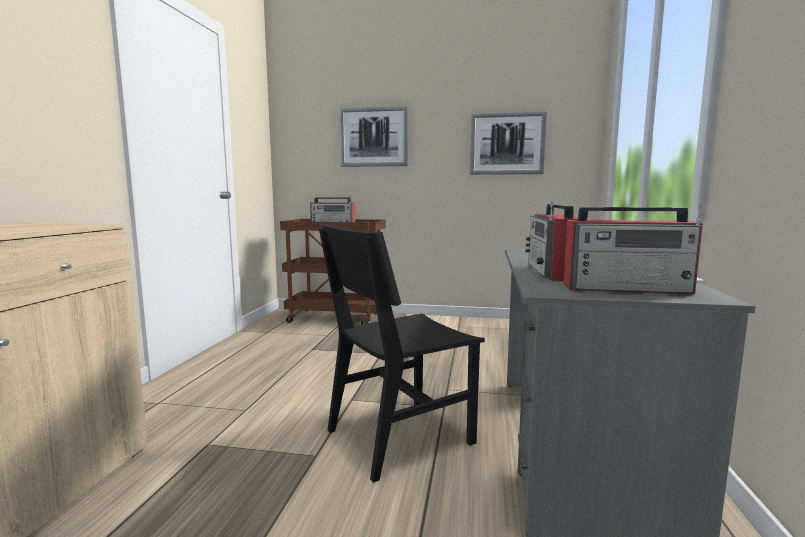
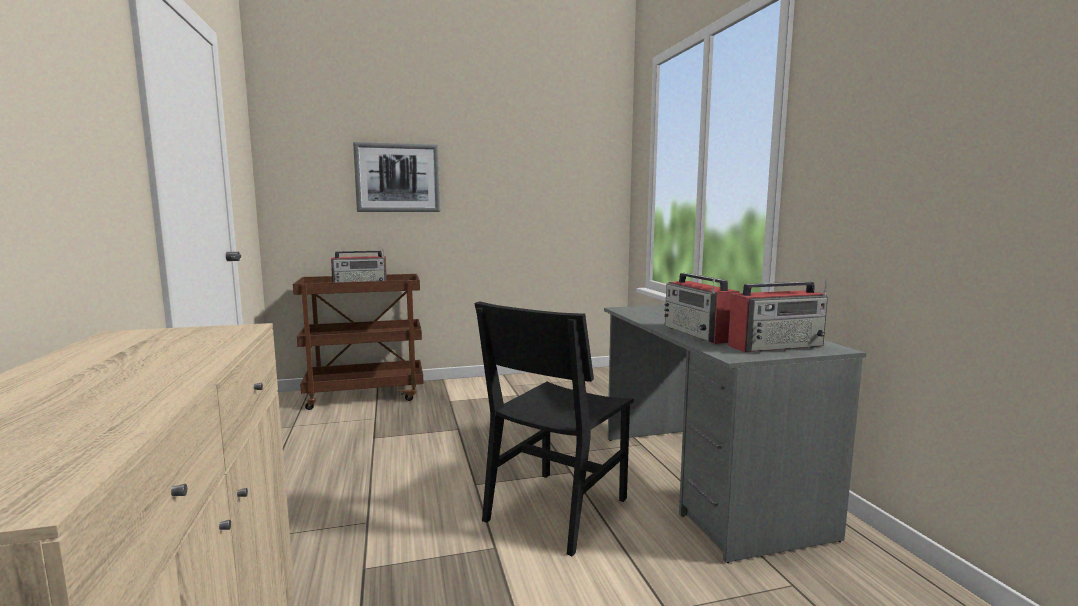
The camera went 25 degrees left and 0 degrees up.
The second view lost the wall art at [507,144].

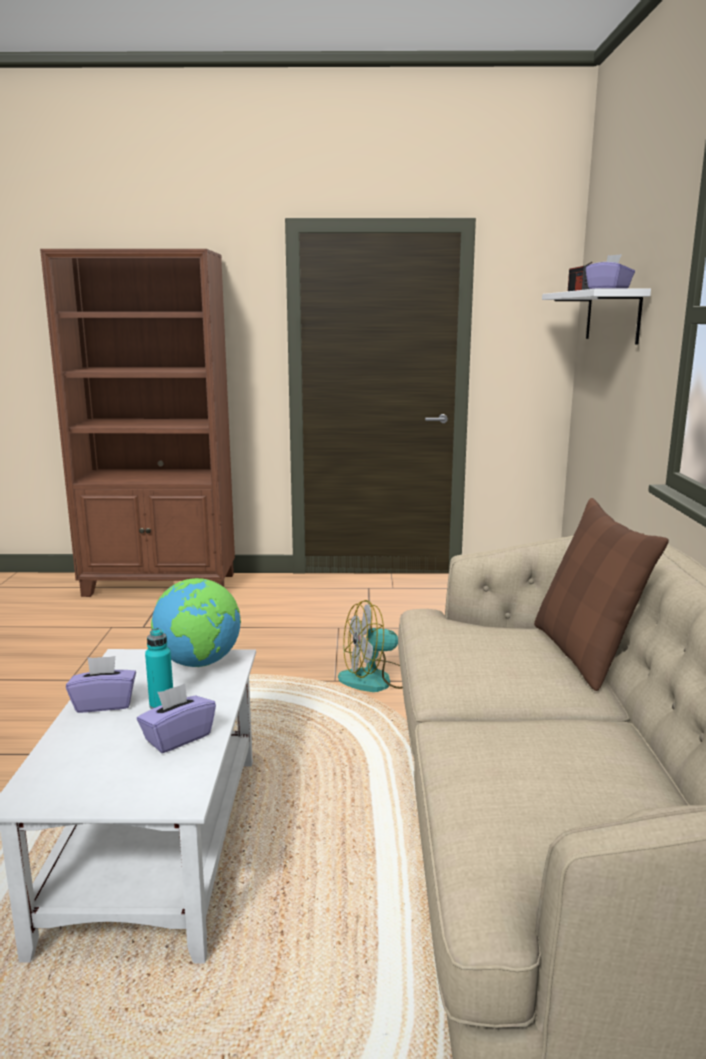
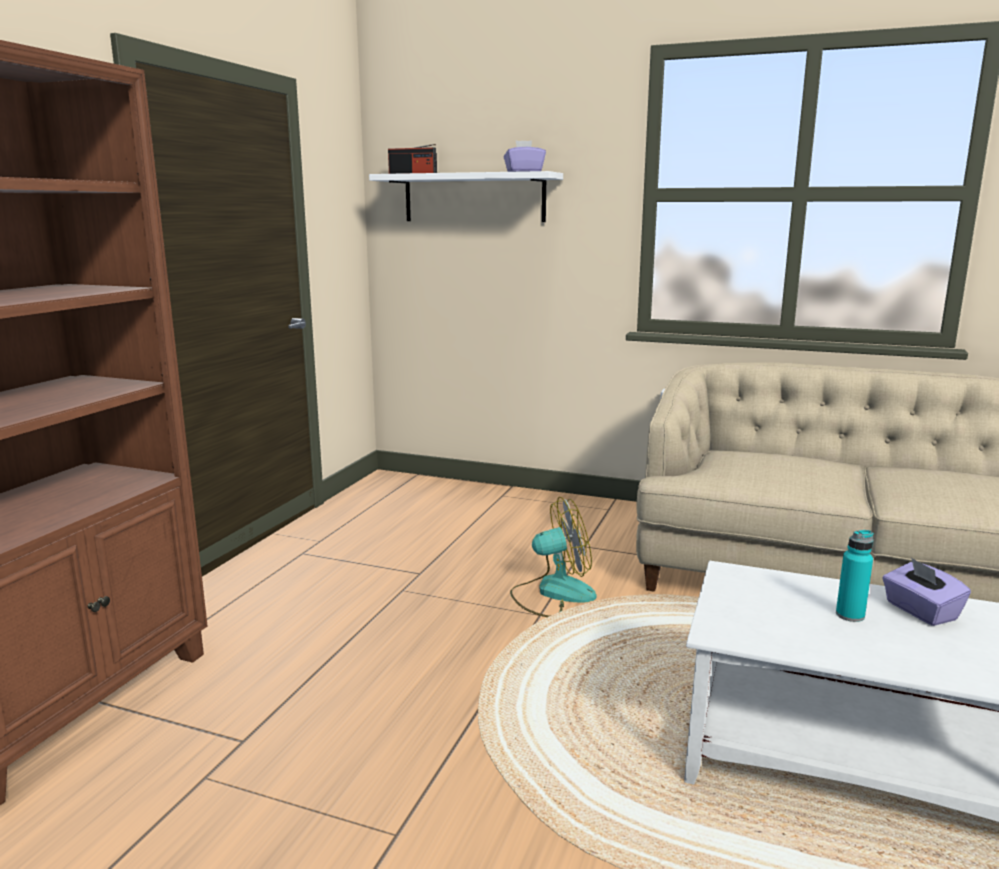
The camera went 70 degrees left and 0 degrees up.
The second view lost the pillow (brownish) at [584,654].
The second view lost the world globe at [199,663].
The electric fan at [377,680] ended up facing another way, 105 degrees counterclockwise from before.
The second view lost the box of tissues (purplish) at [104,703].

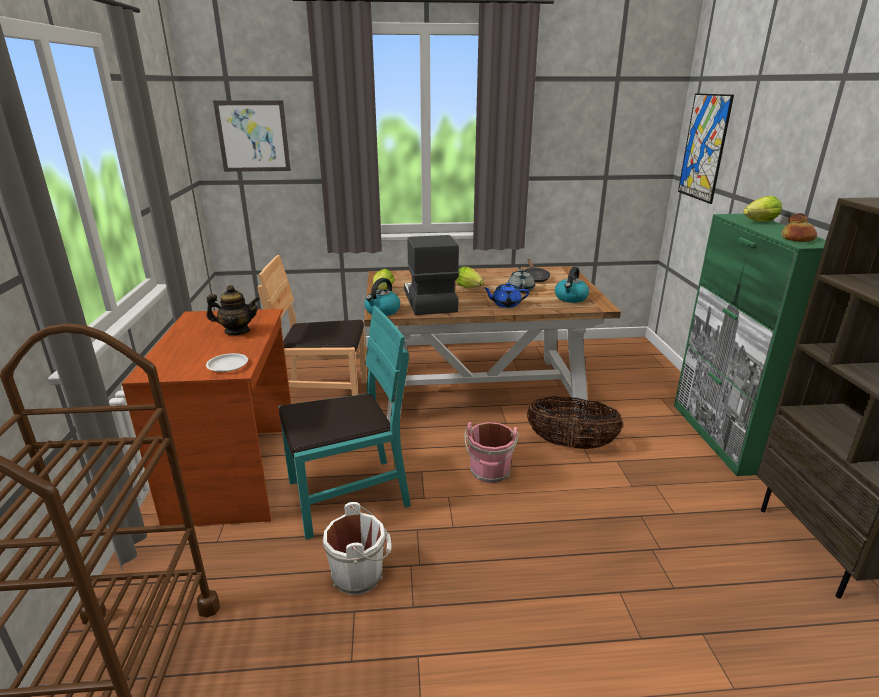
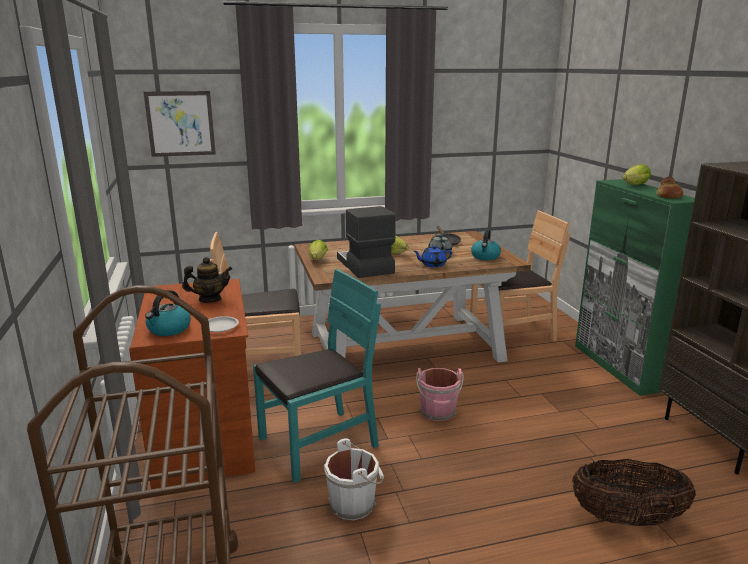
The camera went 10 degrees left and 5 degrees down.
The second view lost the wall art at [704,147].
The water kettle ended up elsewhere, having gone from [382,311] to [169,329].
The storage basket ended up elsewhere, having gone from [571,444] to [627,519].
The second view gained the upright chair (brownish) at [512,333].

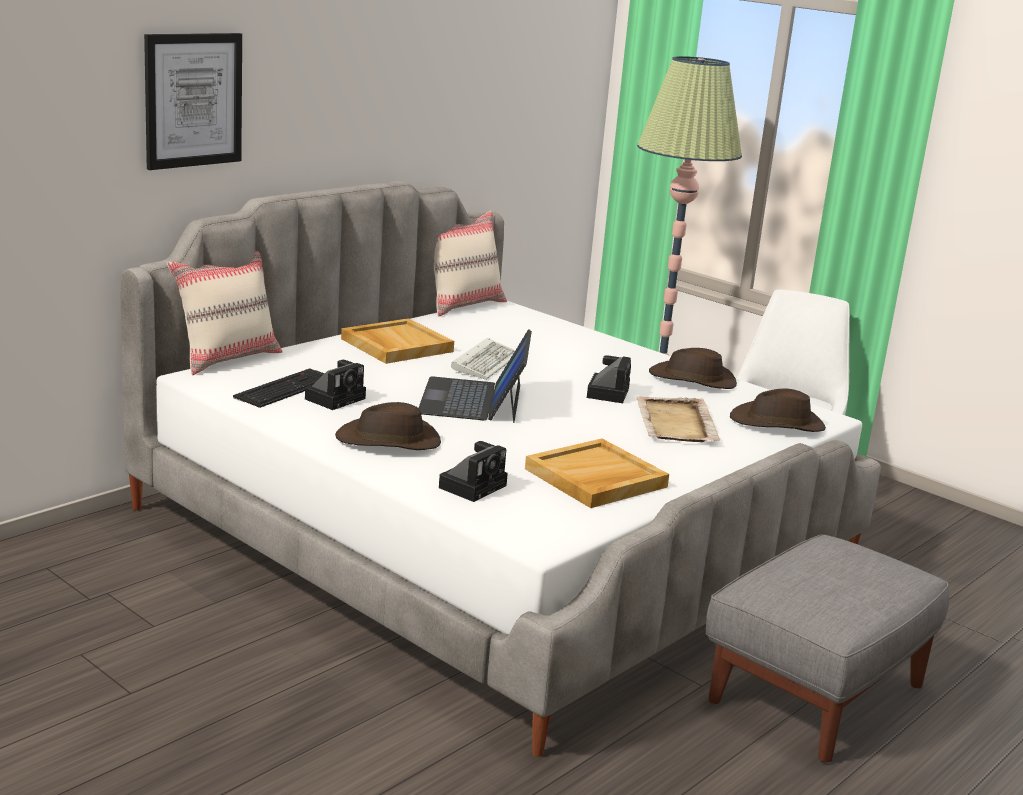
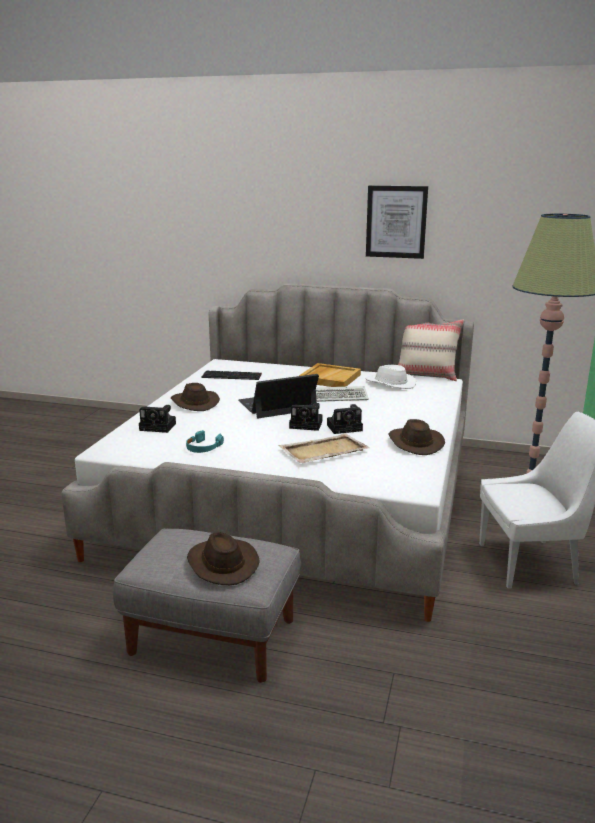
The camera went 65 degrees right and 0 degrees up.
The wall art ended up elsewhere, having gone from [193,100] to [396,222].
The second view lost the pillow (beige) at [227,358].
The photo camera ended up elsewhere, having gone from [336,398] to [307,425].
The wearable hat (brownish) ended up elsewhere, having gone from [778,423] to [221,564].
Where the carrying tray (beige) stood at [595,478], the headset (blue-green) came to stand at [203,447].
The second view gained the wearable hat (whitish) at [390,383].

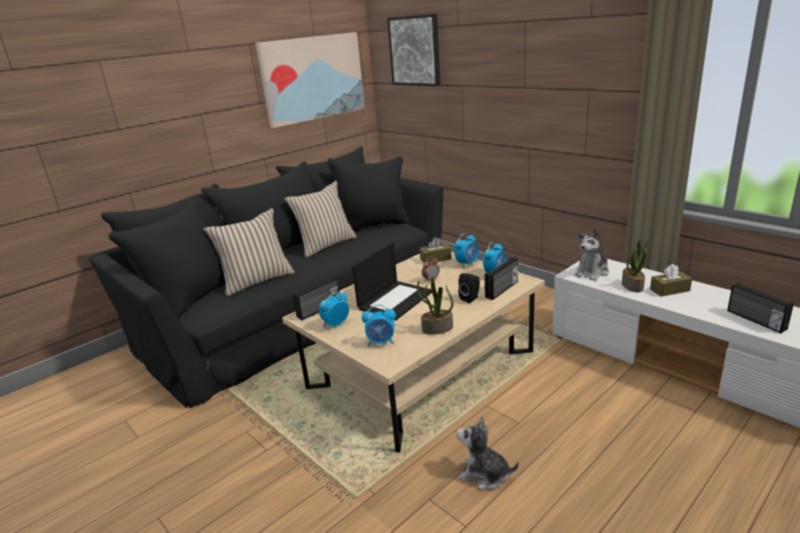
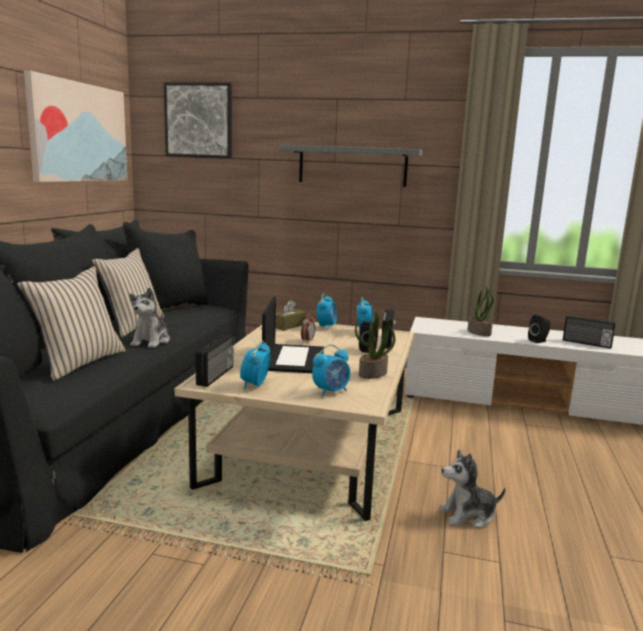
The camera went 35 degrees left and 10 degrees down.
The plush toy ended up elsewhere, having gone from [592,272] to [151,341].
The second view lost the box of tissues (brownish) at [669,290].
The second view gained the wall shelf (grey) at [352,166].
The second view gained the audio speaker (black-coloured) at [539,341].

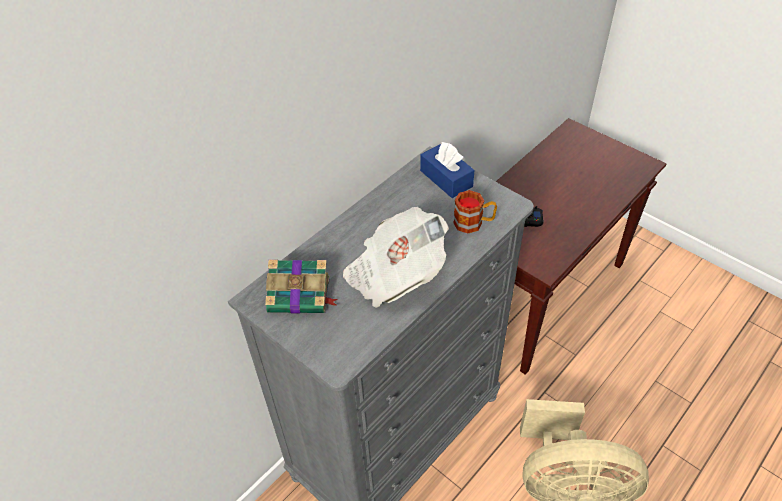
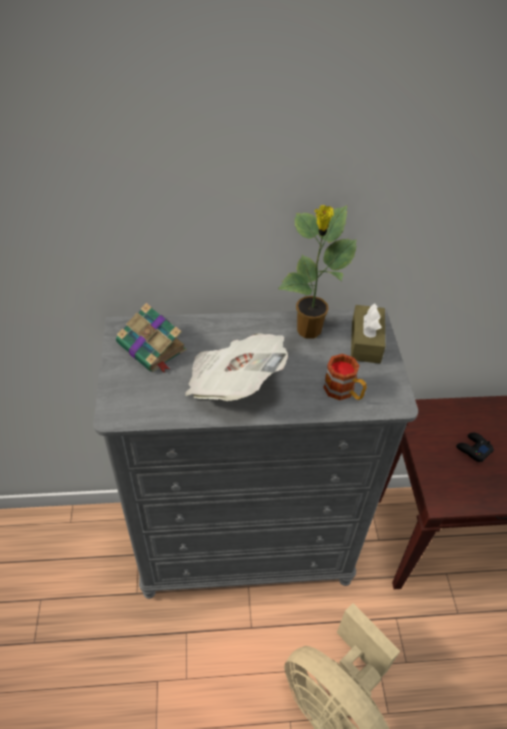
The camera went 40 degrees right and 0 degrees up.
What was the box of tissues (bluish) at [446,178] turned into the box of tissues (brownish) at [365,342].
The second view gained the plant in a pot at [308,331].

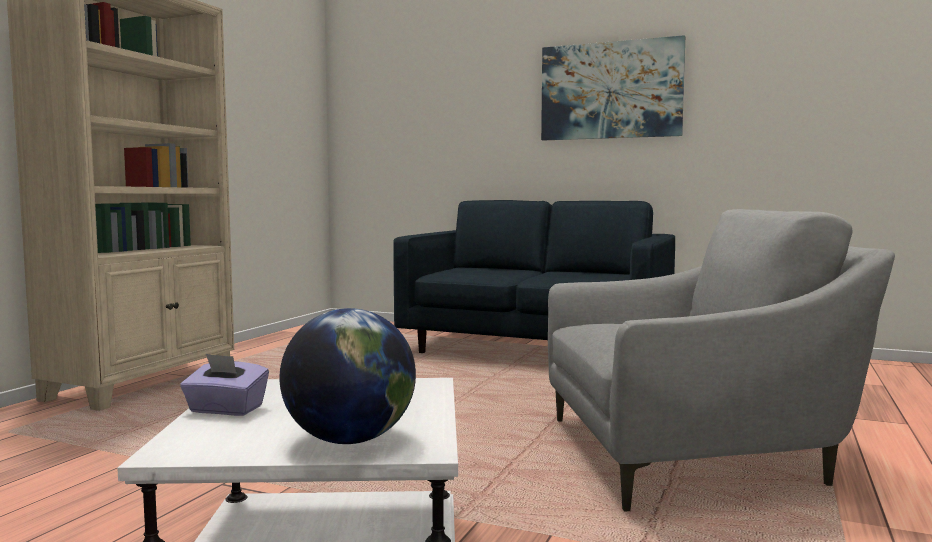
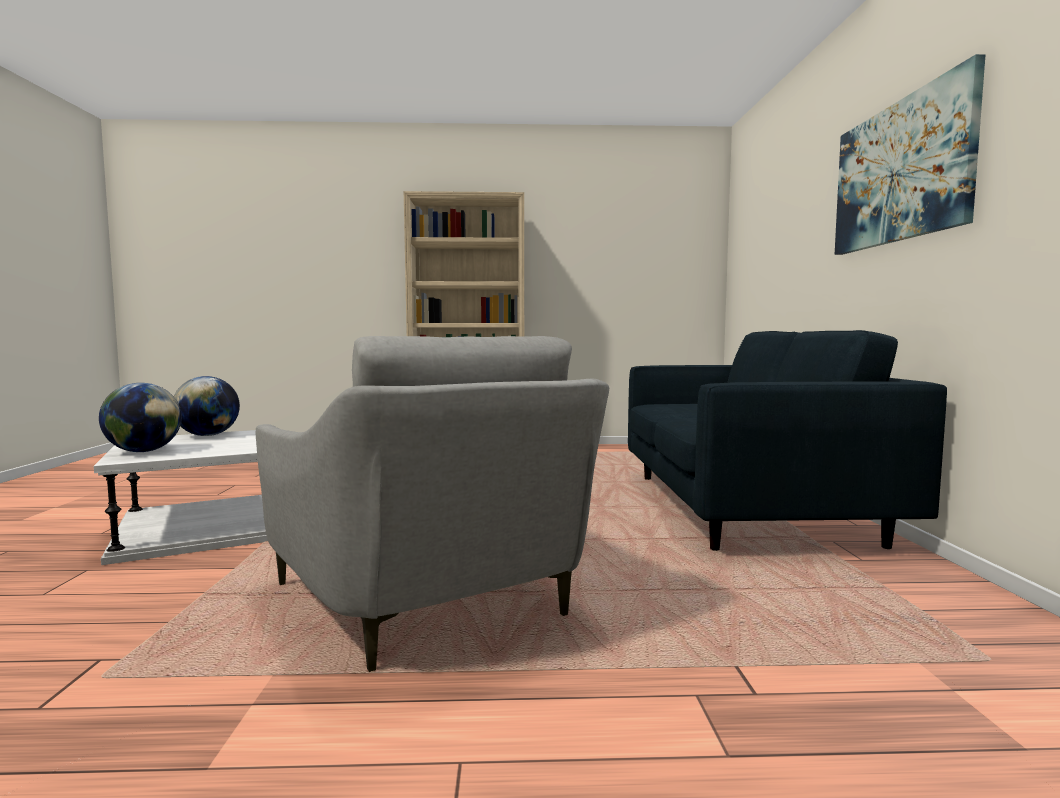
The camera went 65 degrees right and 0 degrees up.
Where the box of tissues (purplish) stood at [225,410], the world globe came to stand at [208,435].

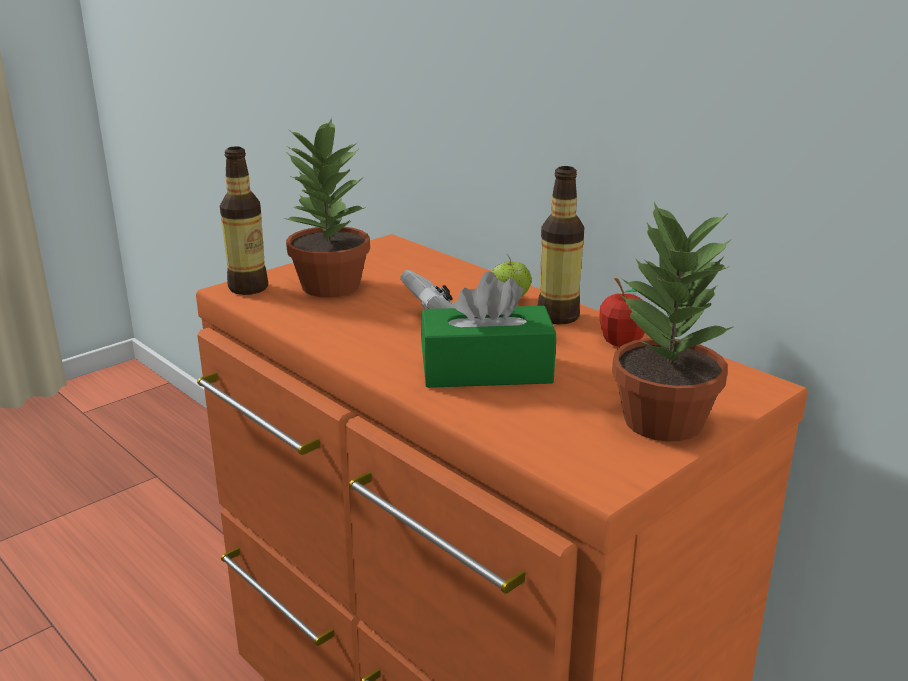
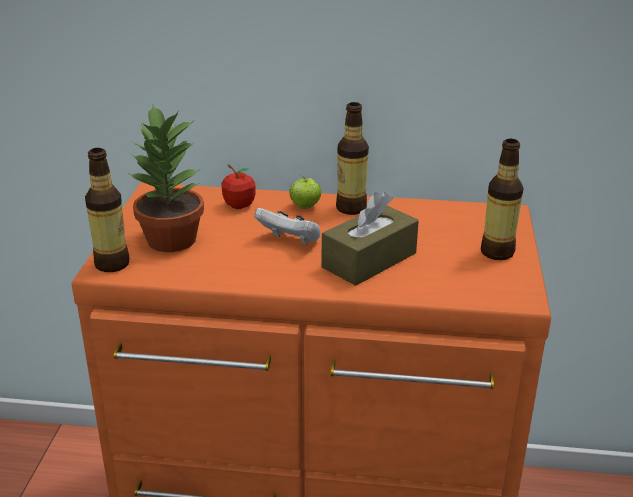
The camera went 40 degrees left and 5 degrees up.
Where the plant in a pot stood at [660,420], the drink bottle came to stand at [497,252].
What was the box of tissues (green) at [486,370] turned into the box of tissues (brownish) at [369,260].
The apple ended up elsewhere, having gone from [621,342] to [239,205].

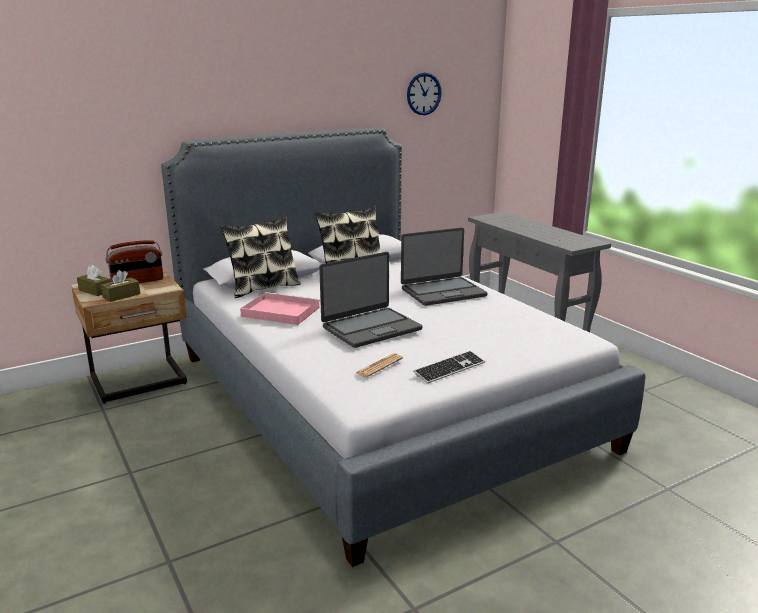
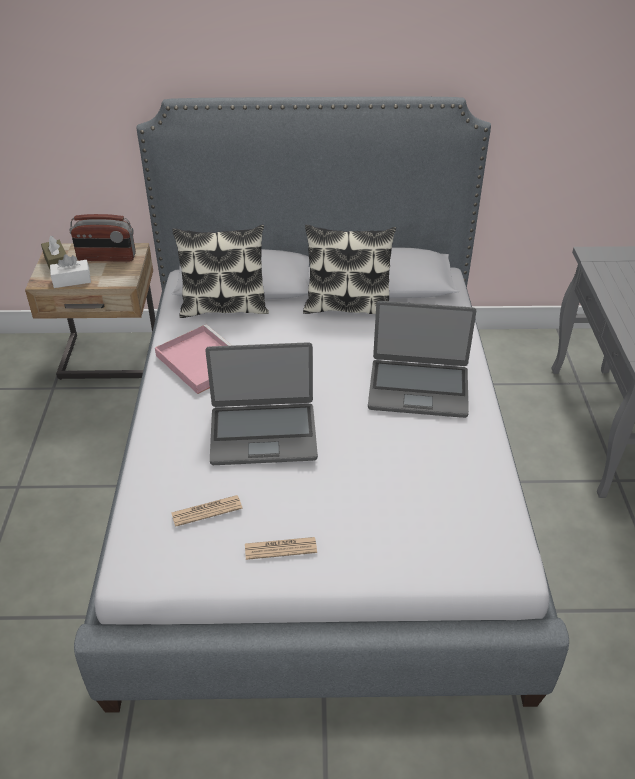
The camera went 30 degrees right and 20 degrees up.
The second view lost the wall clock at [423,94].
What was the box of tissues (brownish) at [121,296] turned into the box of tissues (whitish) at [72,280].
Where the computer keyboard stood at [449,369], the printed paper came to stand at [280,548].

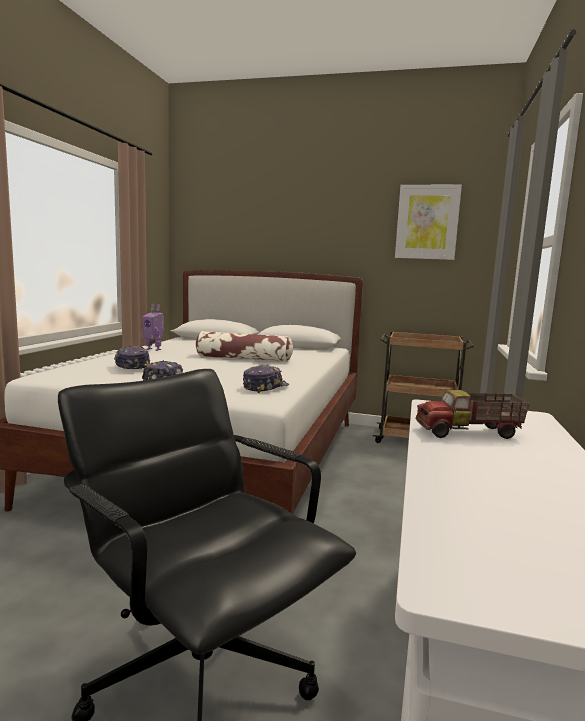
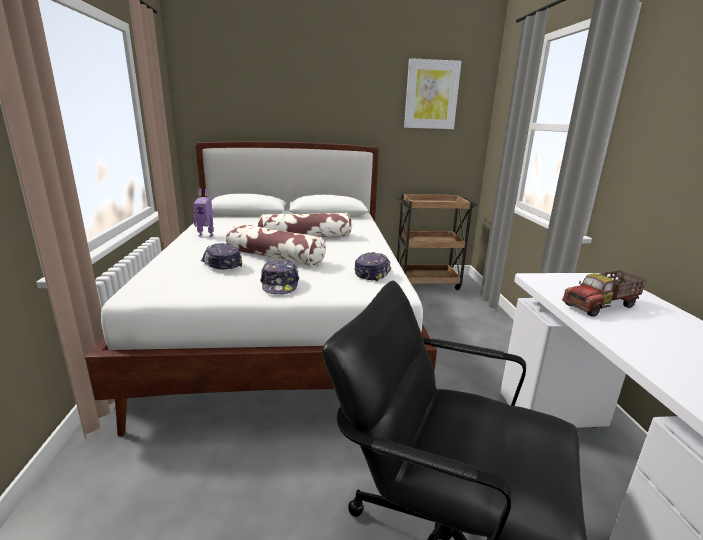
The camera went 20 degrees left and 10 degrees up.
The second view gained the pillow at [274,257].

